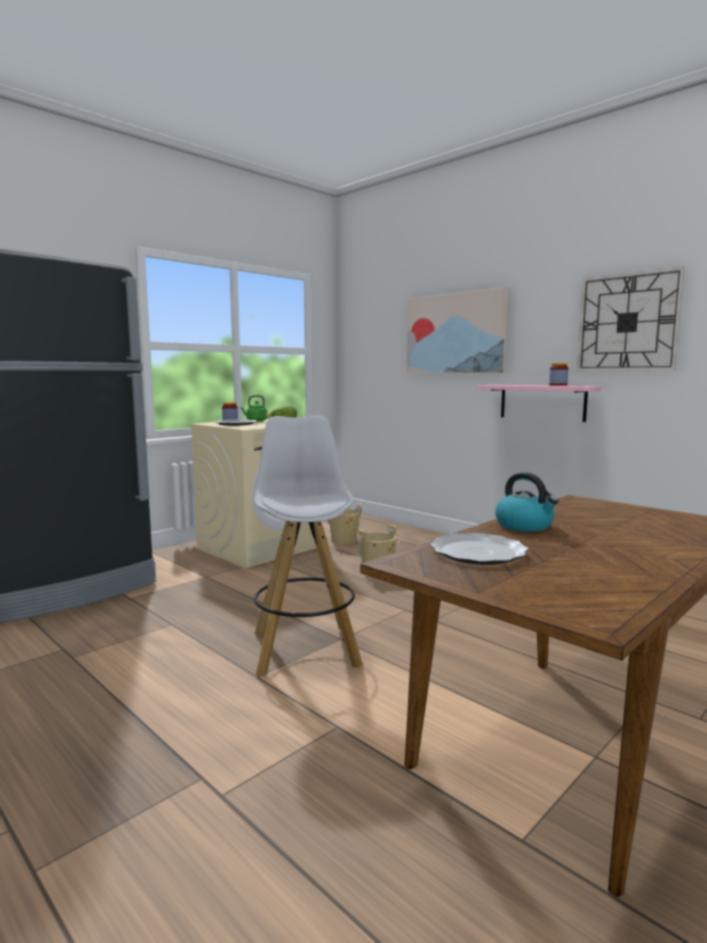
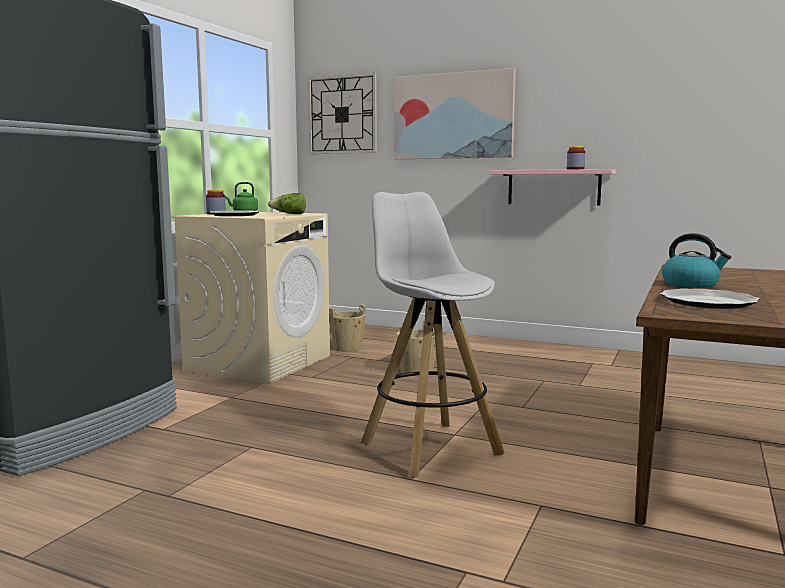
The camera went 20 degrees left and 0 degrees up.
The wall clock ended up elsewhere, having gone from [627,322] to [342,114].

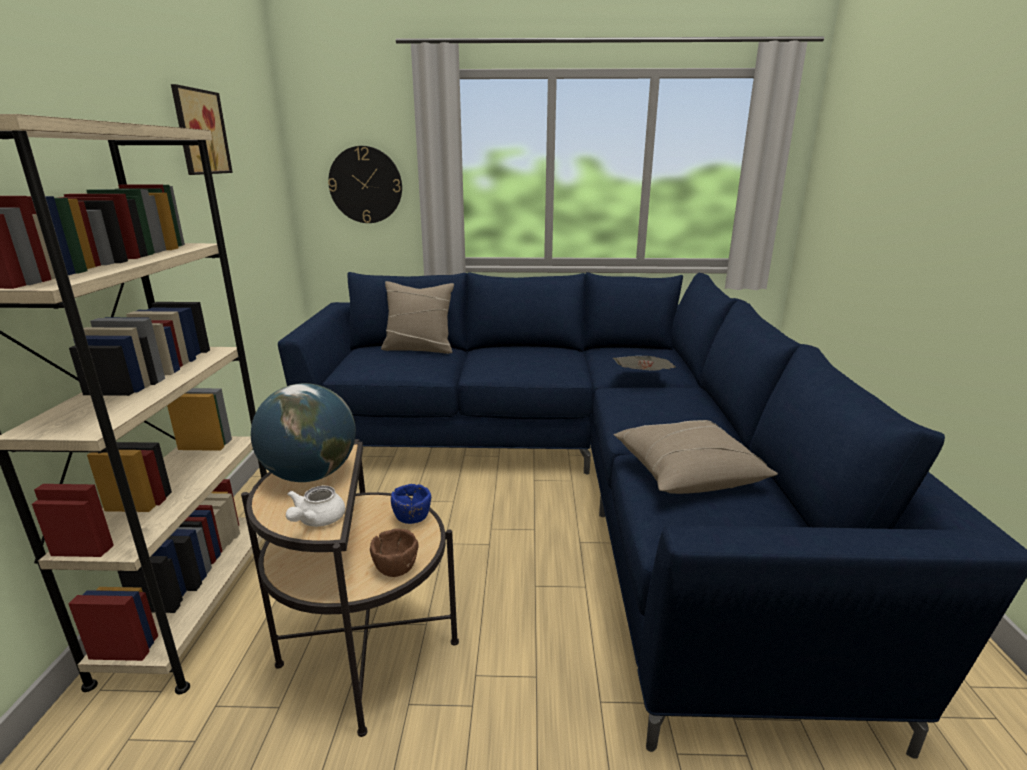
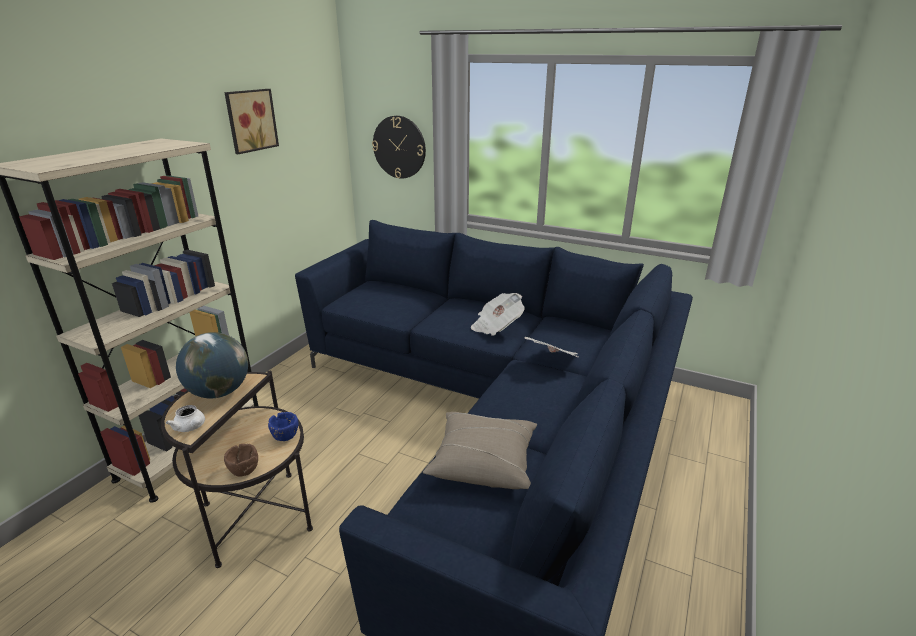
The camera went 25 degrees right and 5 degrees up.
The second view lost the pillow (beige) at [419,348].
The pot for tea (whitish) at [316,520] ended up facing another way, 90 degrees counterclockwise from before.
The second view gained the printed paper at [496,326].

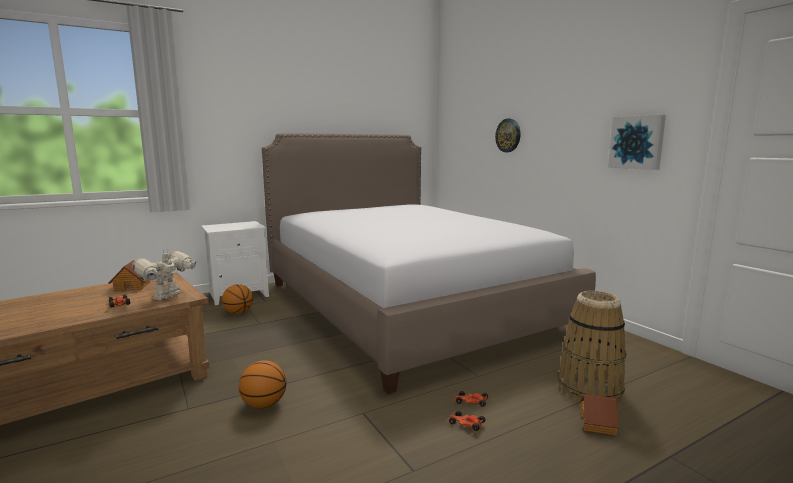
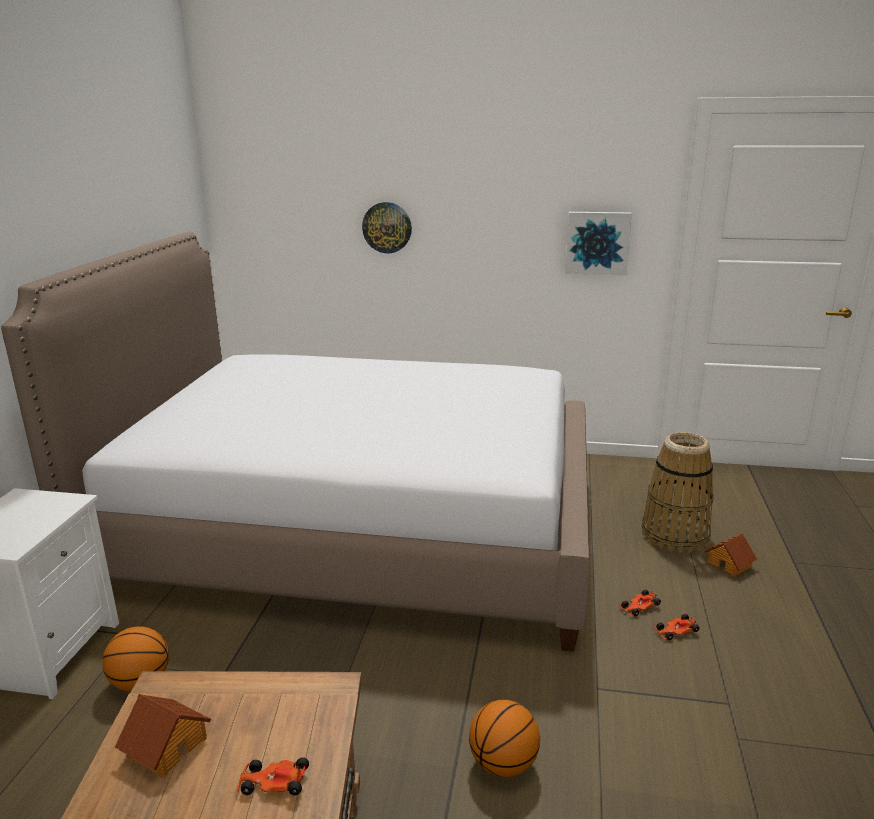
The camera went 50 degrees left and 10 degrees up.
The second view lost the robot figure at [168,297].

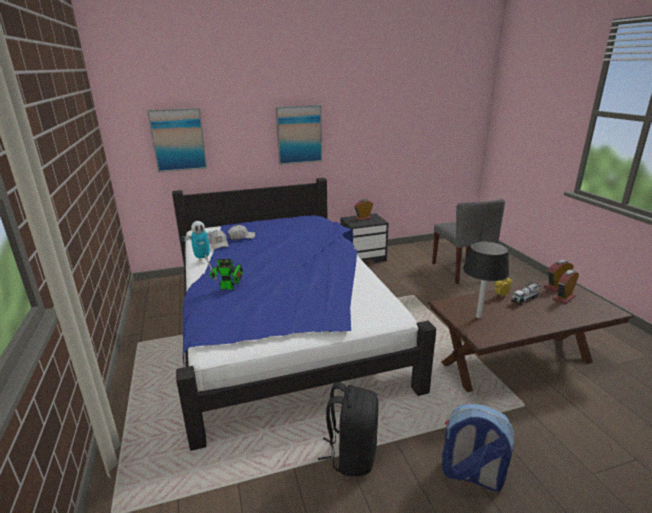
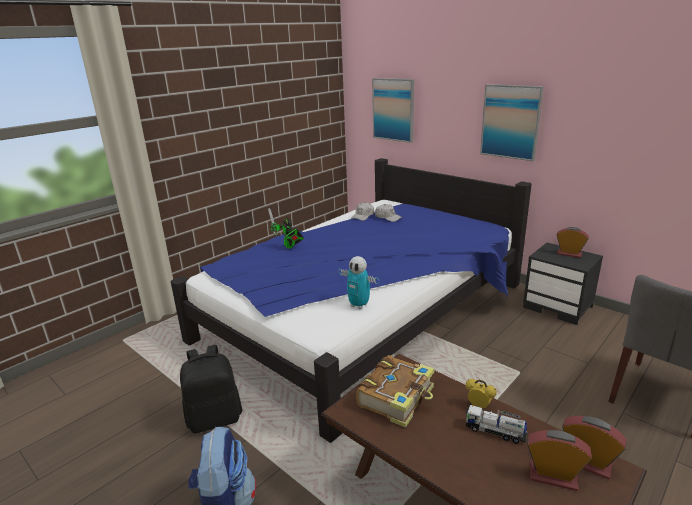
The camera went 60 degrees right and 0 degrees up.
The robot figure ended up elsewhere, having gone from [202,258] to [359,305].
Where the table lamp (black-coloured) stood at [478,317], the volume came to stand at [397,397].

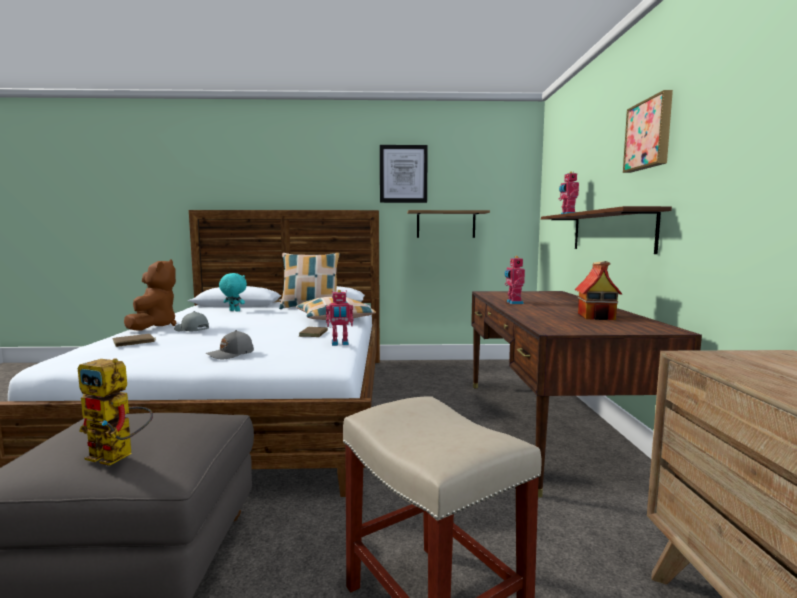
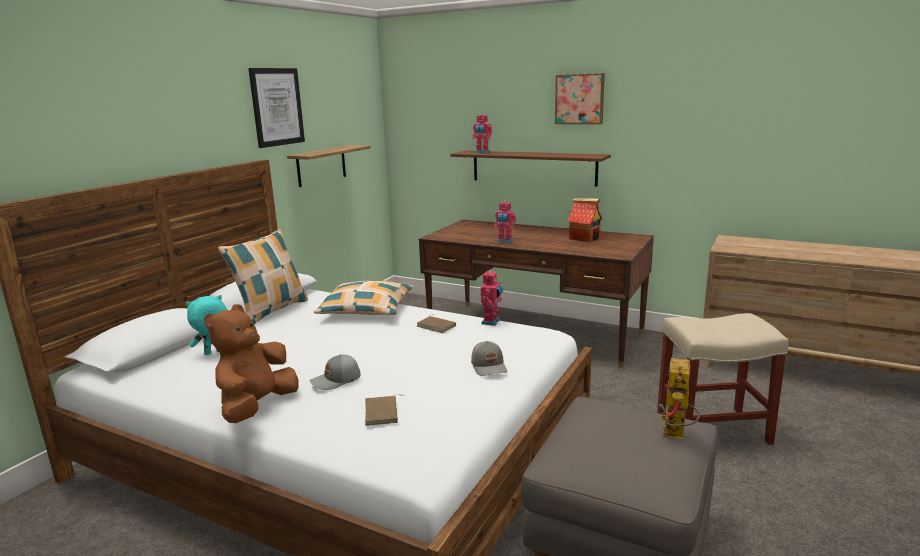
The camera went 60 degrees left and 10 degrees up.
The plush toy (brownish) at [153,326] ended up facing another way, 90 degrees counterclockwise from before.
The robot figure at [119,456] ended up facing another way, 150 degrees clockwise from before.

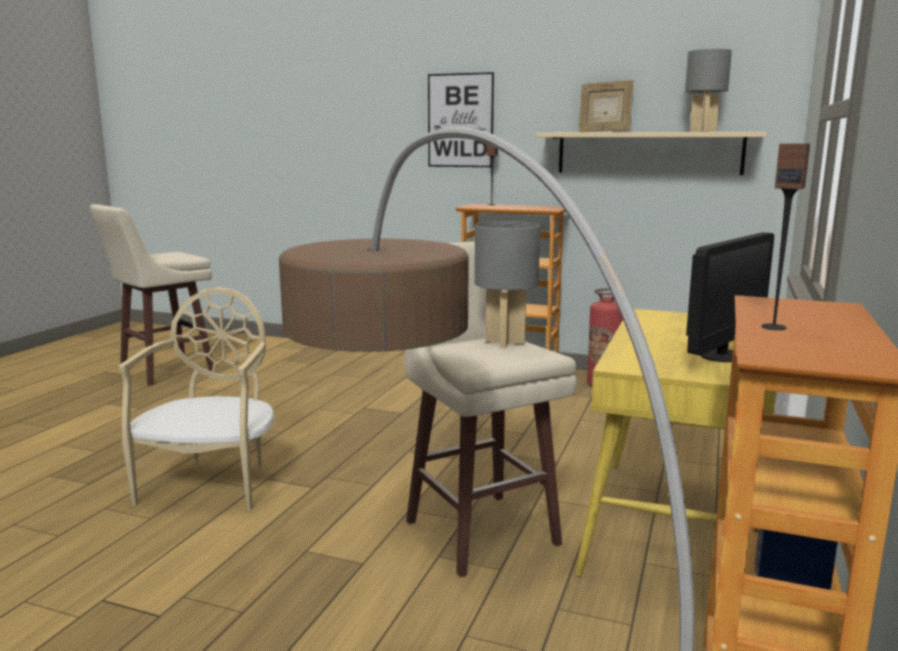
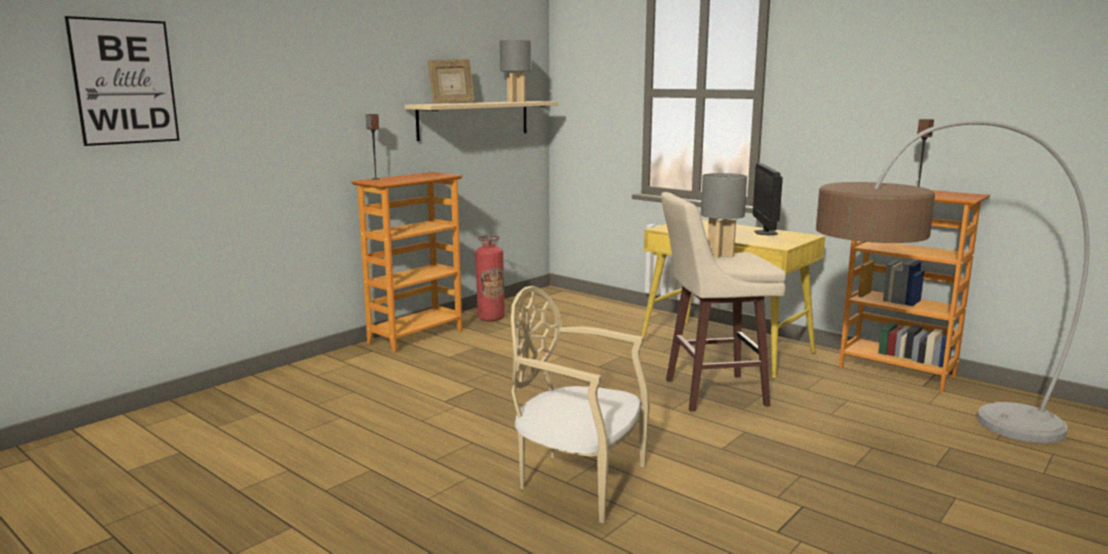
The camera went 70 degrees left and 0 degrees up.
The wall art ended up elsewhere, having gone from [460,120] to [125,82].
The second view lost the stool seat (beige) at [164,371].
The computer screen at [721,355] ended up facing another way, 150 degrees counterclockwise from before.

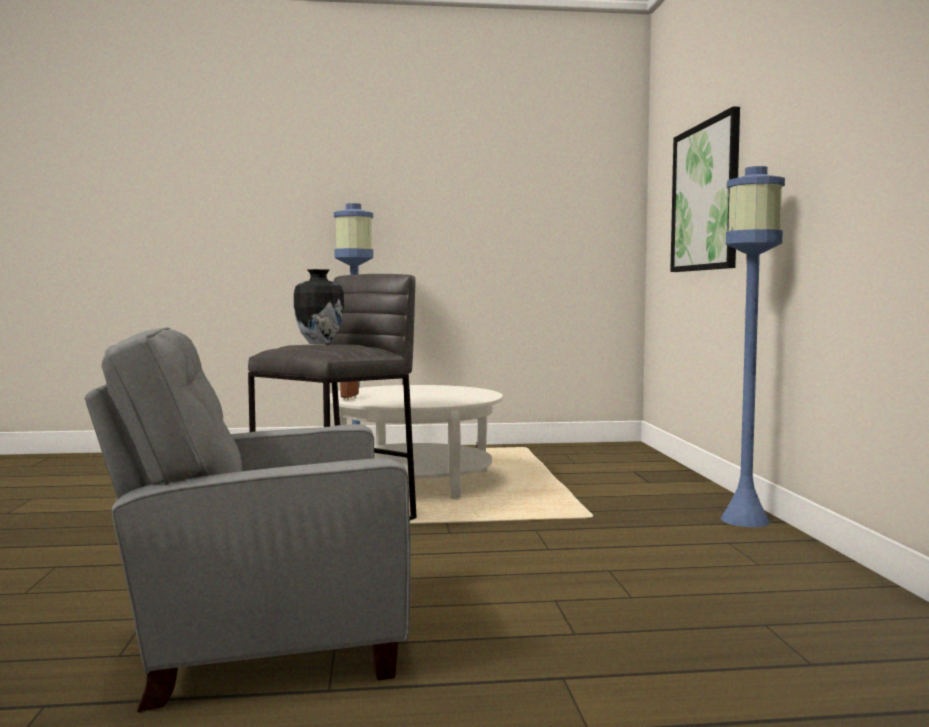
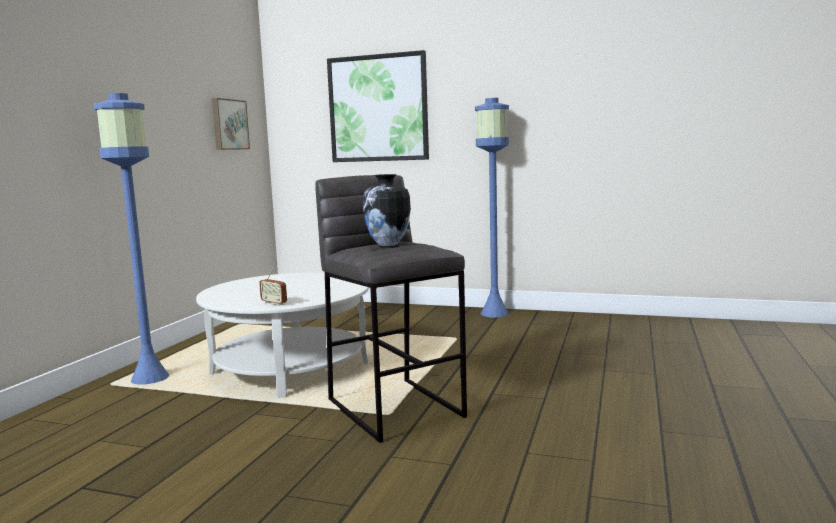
The camera went 65 degrees left and 5 degrees up.
The second view lost the easy chair (grey) at [261,644].
The second view gained the wall art at [229,124].

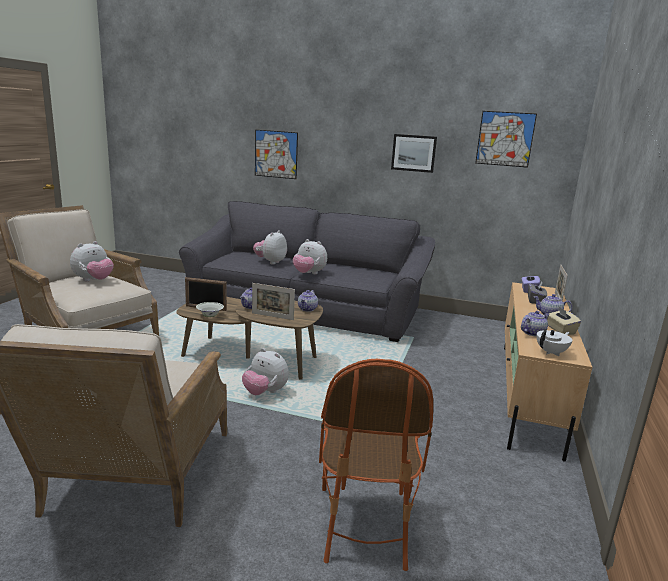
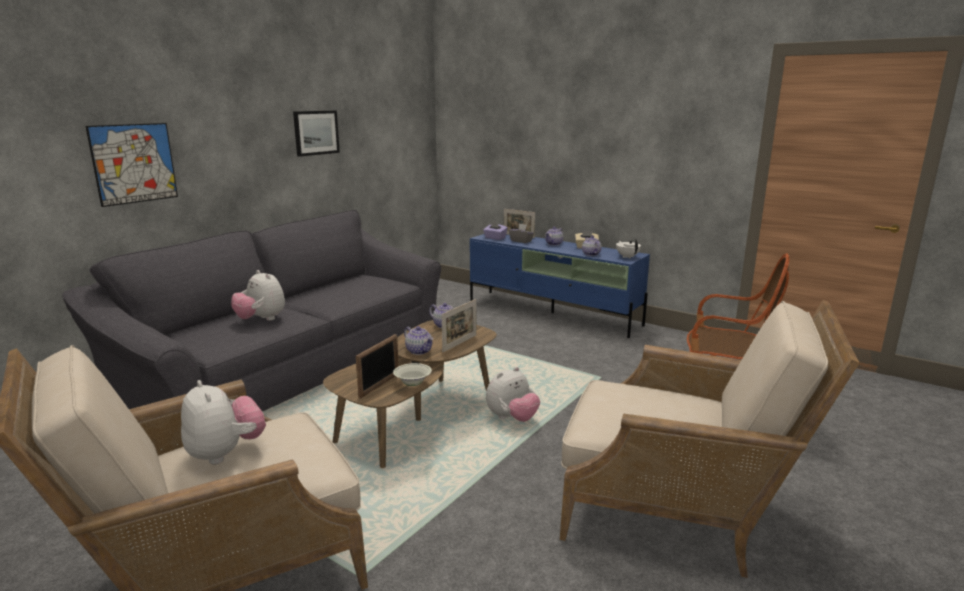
The camera went 70 degrees left and 0 degrees up.
The second view lost the wall art at [505,139].
The second view lost the plush toy at [309,274].
What was the media console (beige) at [528,394] turned into the media console (bluish) at [553,313].

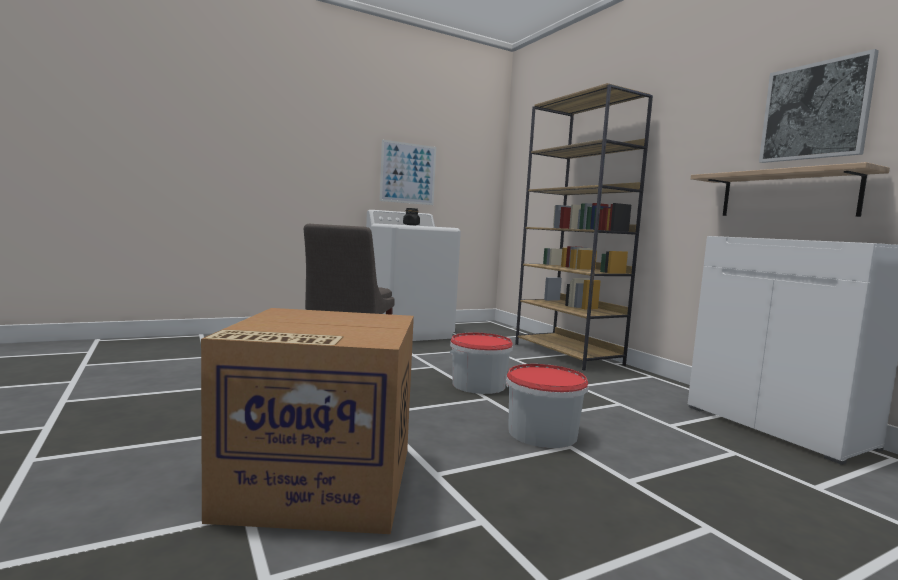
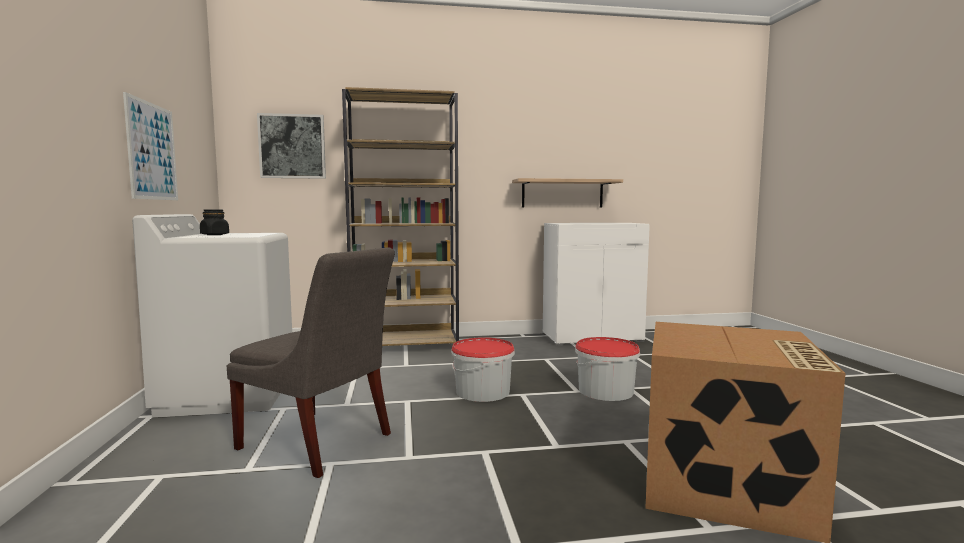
The camera went 70 degrees left and 0 degrees up.
The wall art ended up elsewhere, having gone from [815,111] to [292,146].

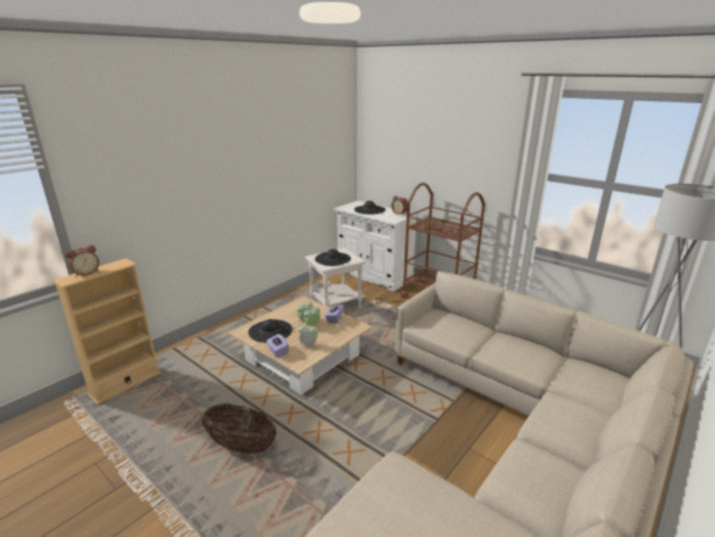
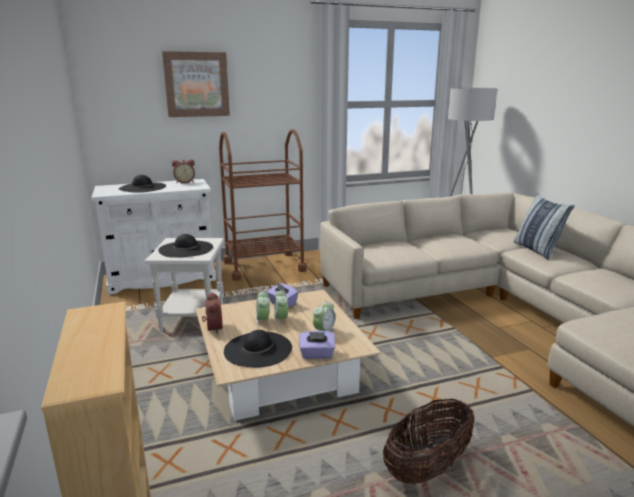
The camera went 60 degrees left and 5 degrees down.
The alarm clock ended up elsewhere, having gone from [86,272] to [212,328].
The second view gained the wall art at [196,84].
The second view gained the pillow at [537,250].

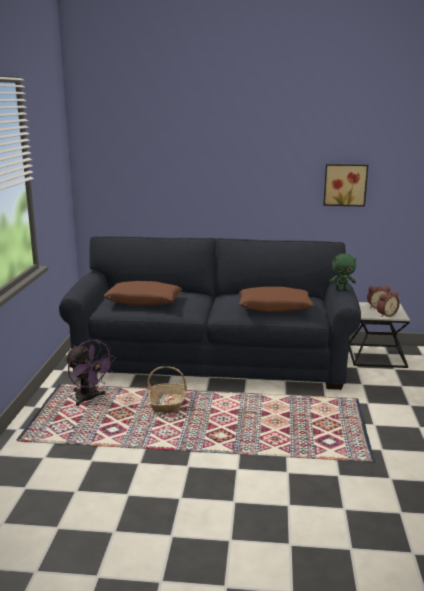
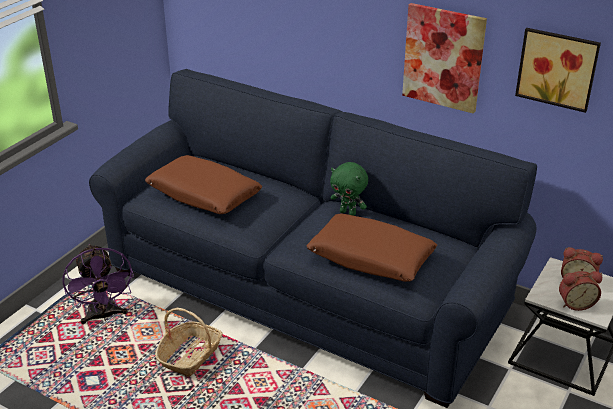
The camera went 25 degrees right and 15 degrees up.
The plush toy (green) ended up elsewhere, having gone from [342,290] to [348,213].
The second view gained the wall art at [443,57].

